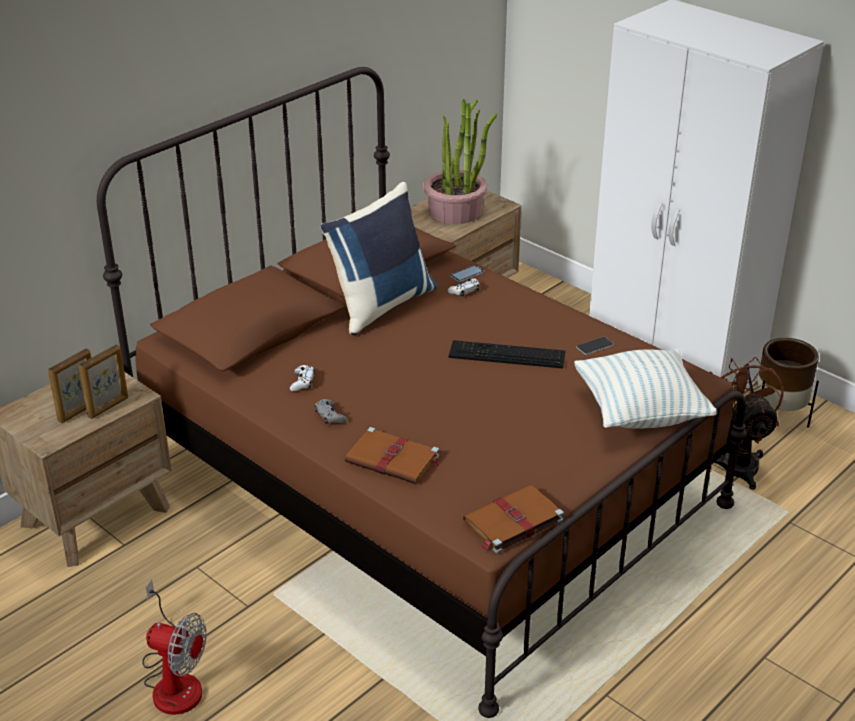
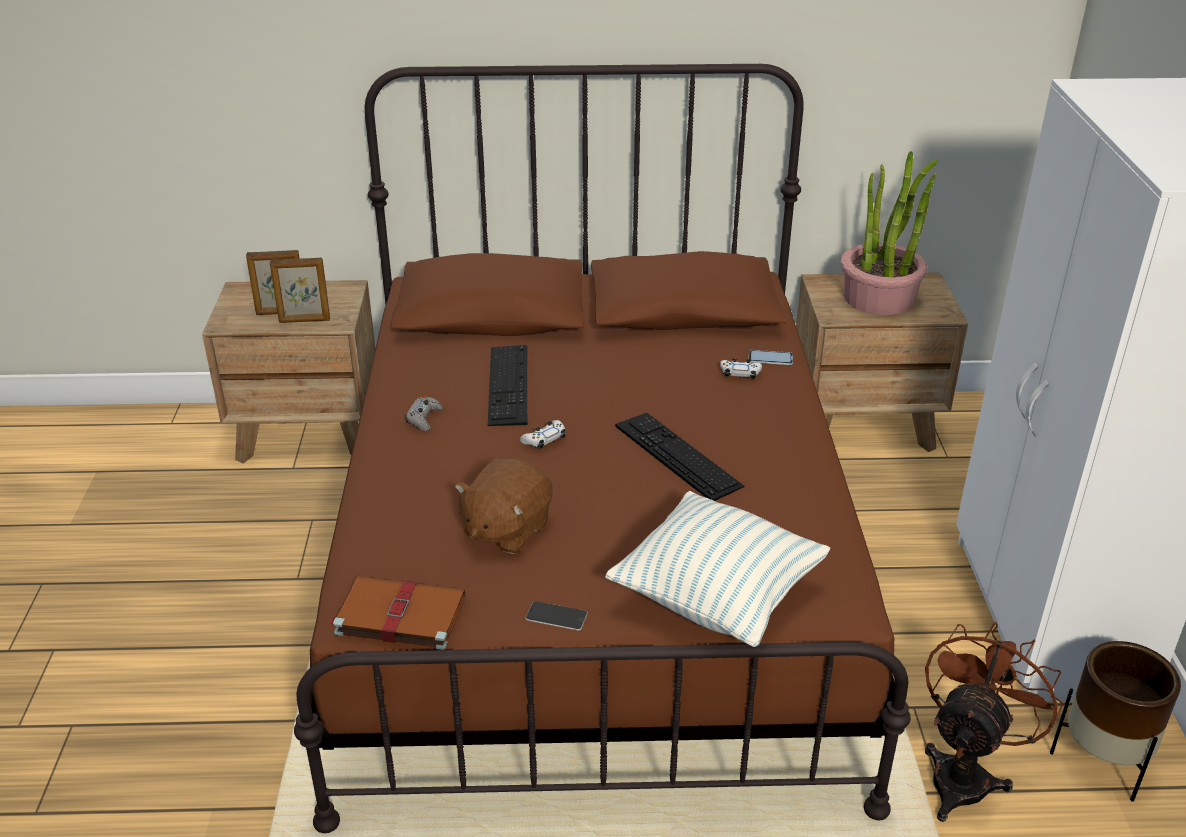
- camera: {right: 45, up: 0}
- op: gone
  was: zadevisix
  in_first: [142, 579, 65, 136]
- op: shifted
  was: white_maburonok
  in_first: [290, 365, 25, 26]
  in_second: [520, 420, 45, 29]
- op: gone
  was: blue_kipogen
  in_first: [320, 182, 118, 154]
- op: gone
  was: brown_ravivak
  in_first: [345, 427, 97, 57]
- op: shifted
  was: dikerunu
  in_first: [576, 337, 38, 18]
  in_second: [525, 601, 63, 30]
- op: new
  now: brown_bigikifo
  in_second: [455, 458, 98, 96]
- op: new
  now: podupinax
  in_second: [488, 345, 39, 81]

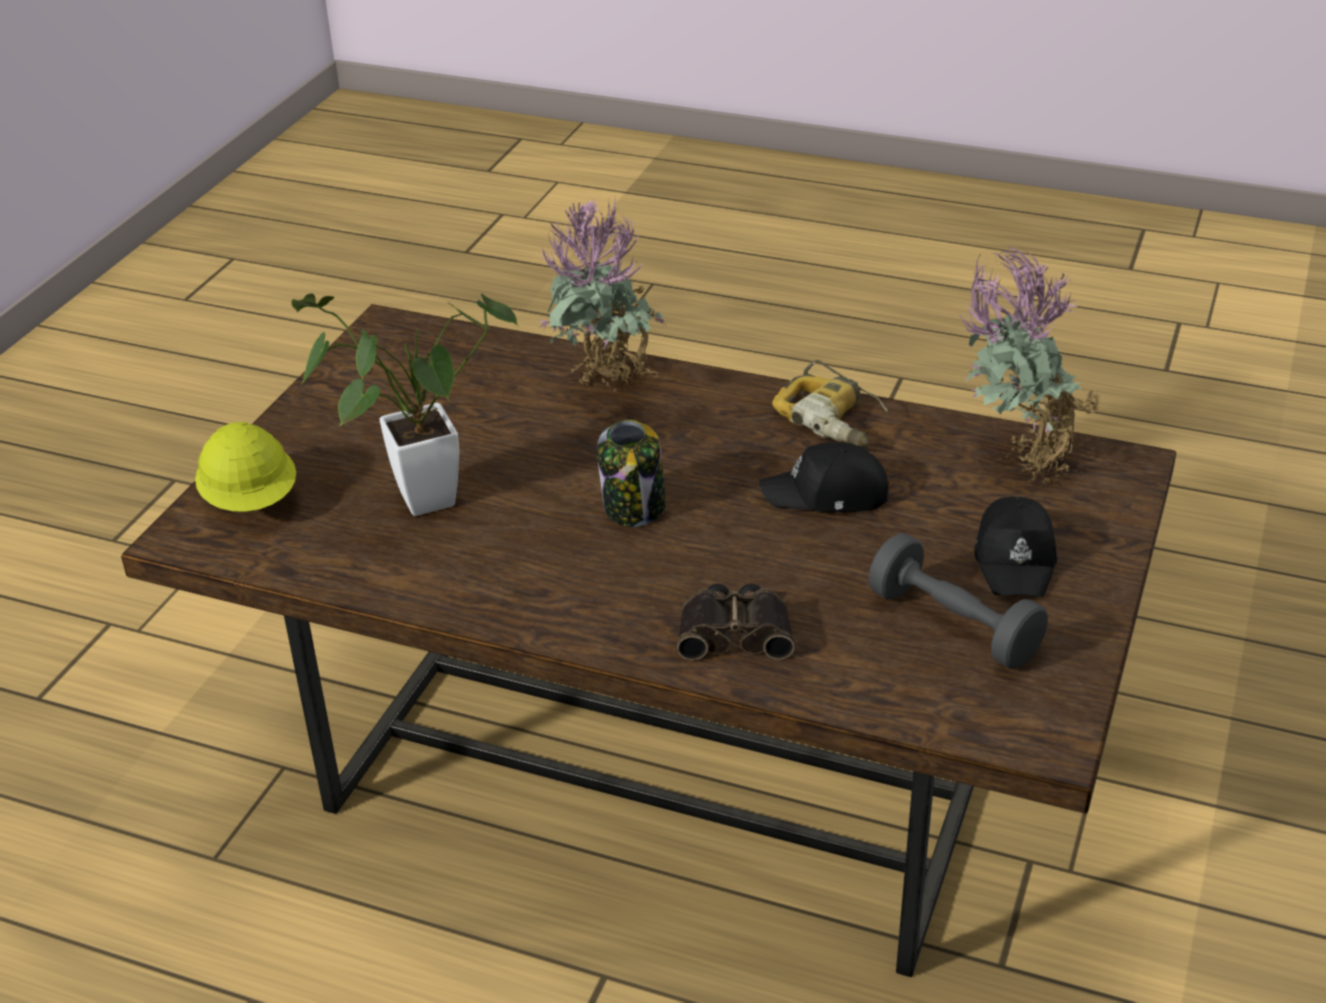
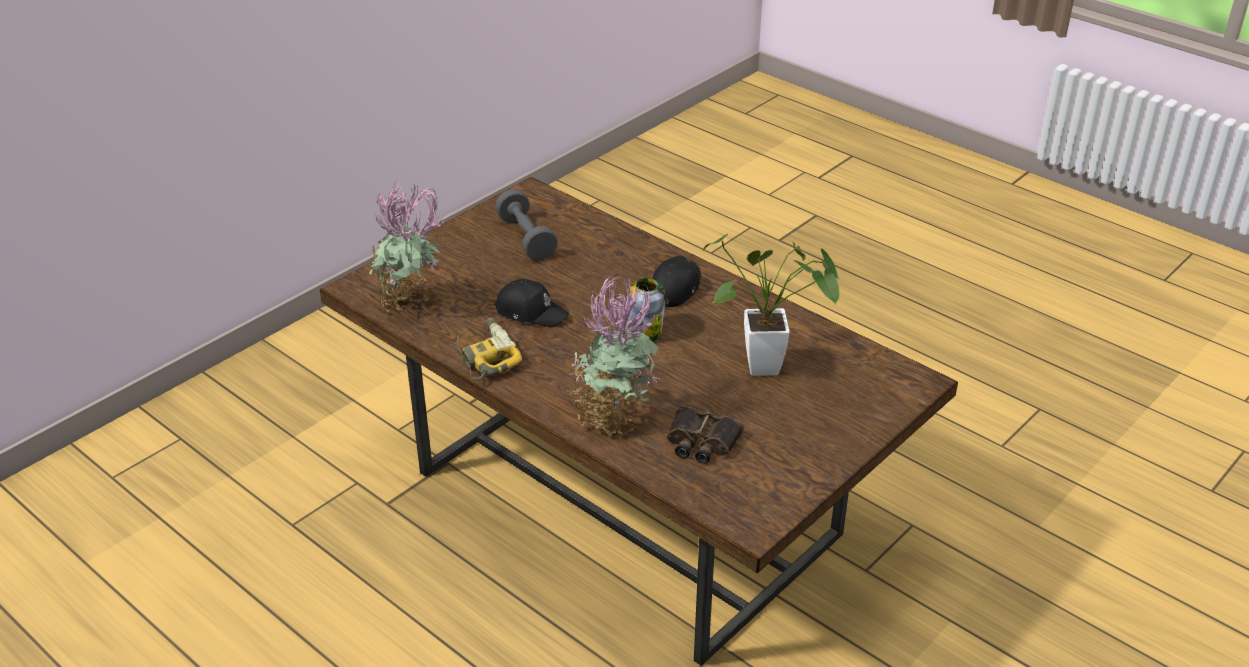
- camera: {right: -160, up: 0}
- op: gone
  was: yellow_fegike
  in_first: [195, 422, 101, 90]
- op: shifted
  was: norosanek
  in_first: [677, 584, 118, 76]
  in_second: [667, 406, 77, 58]
- op: shifted
  was: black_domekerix
  in_first: [975, 497, 82, 100]
  in_second: [652, 256, 49, 52]

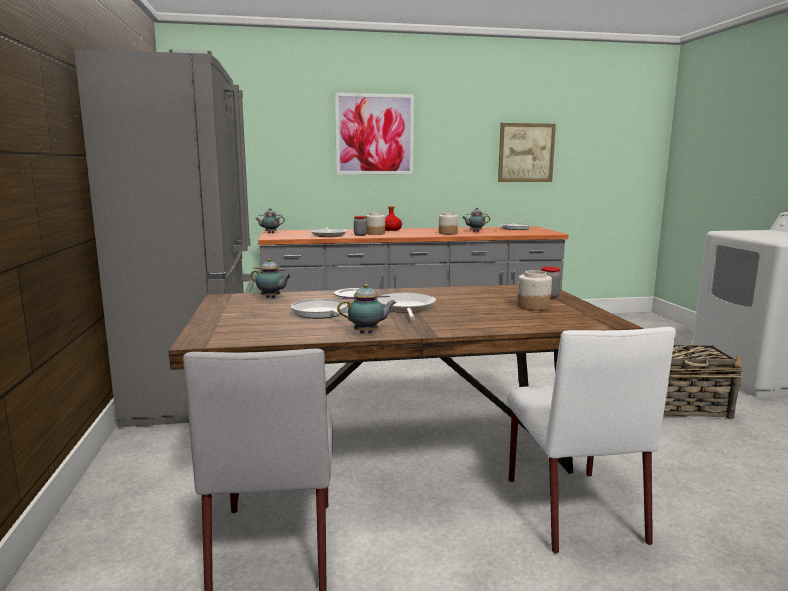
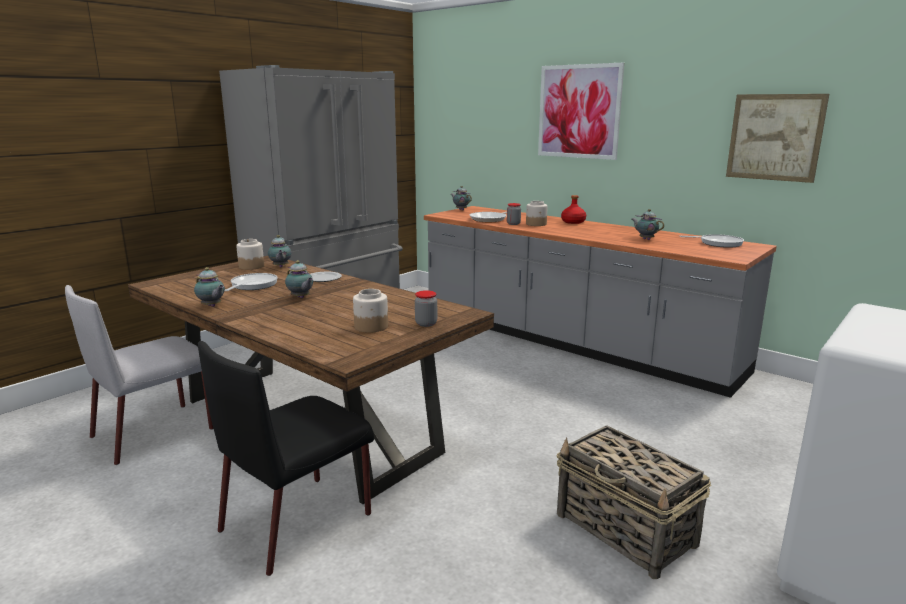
- camera: {right: 50, up: 5}
- op: swapped
  was: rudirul
  now: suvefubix
  in_first: [377, 293, 59, 27]
  in_second: [285, 260, 28, 38]
- op: shifted
  was: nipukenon
  in_first: [439, 212, 19, 22]
  in_second: [236, 239, 28, 31]
- op: repainted
  was: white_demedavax
  now: black_demedavax
  in_first: [507, 327, 169, 227]
  in_second: [198, 341, 176, 235]

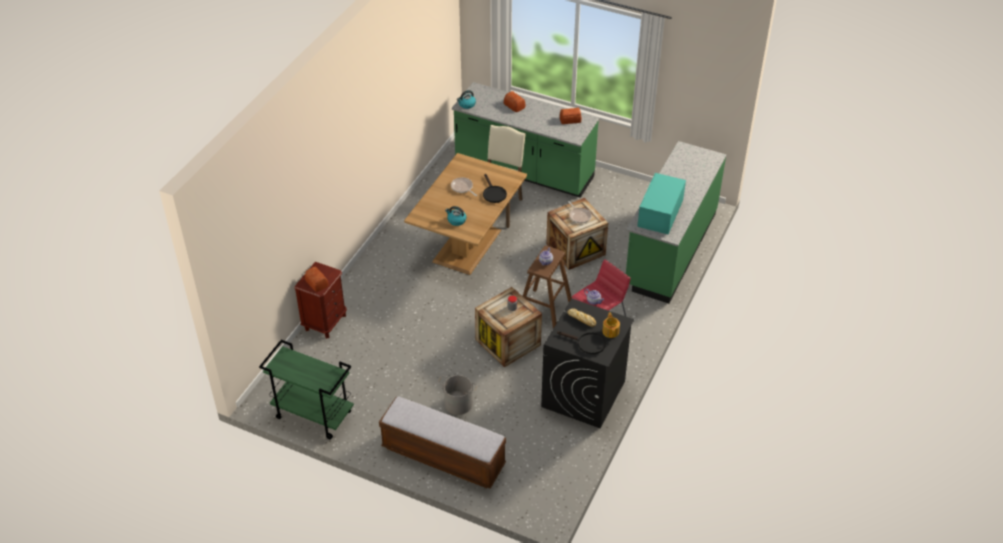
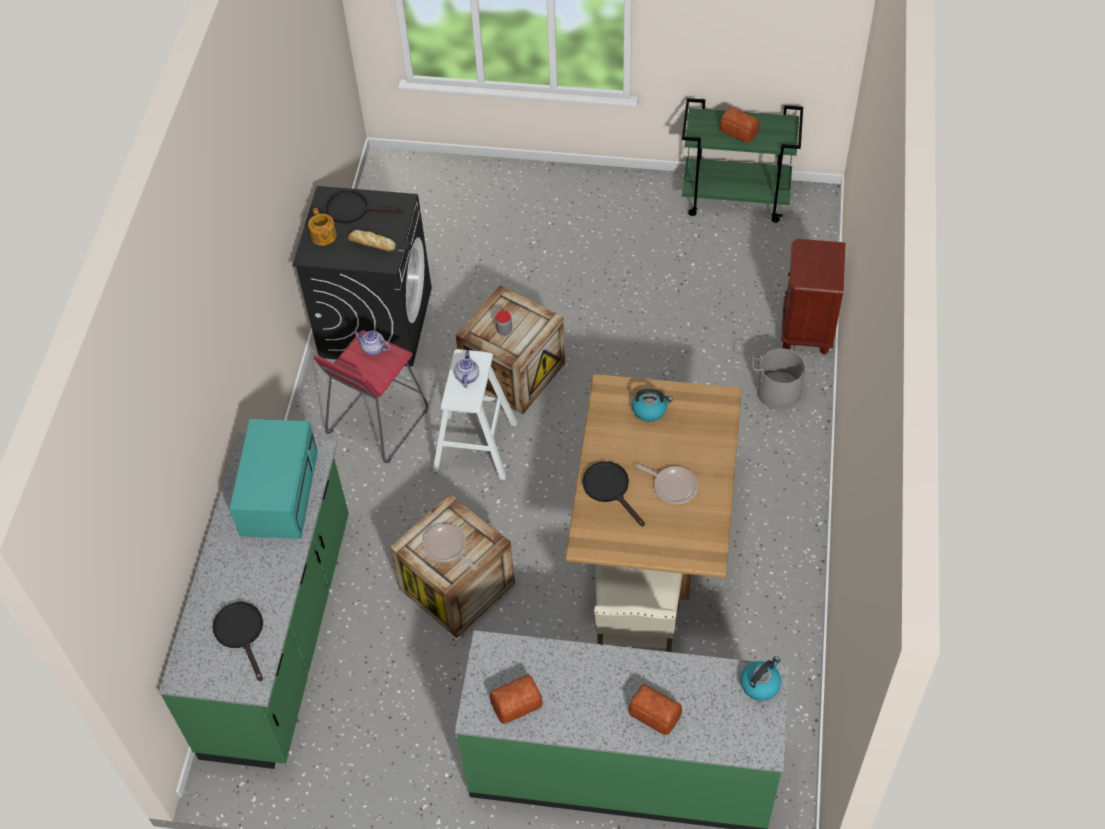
- camera: {right: 165, up: 10}
- op: shifted
  was: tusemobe
  in_first: [305, 267, 24, 25]
  in_second: [720, 107, 39, 36]
- op: gone
  was: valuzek
  in_first: [379, 397, 127, 92]
- op: shifted
  was: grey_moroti
  in_first: [438, 375, 40, 40]
  in_second: [752, 348, 63, 62]
- op: repainted
  was: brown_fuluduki
  now: white_fuluduki
  in_first: [523, 246, 49, 82]
  in_second: [433, 349, 84, 131]
- op: new
  now: black_rudirul
  in_second: [212, 602, 51, 79]

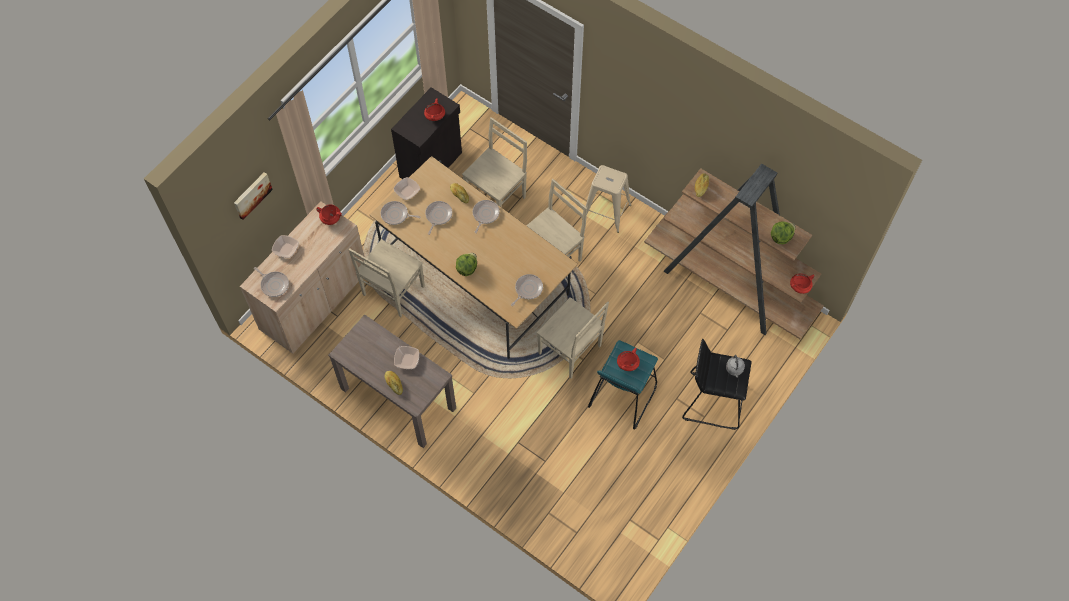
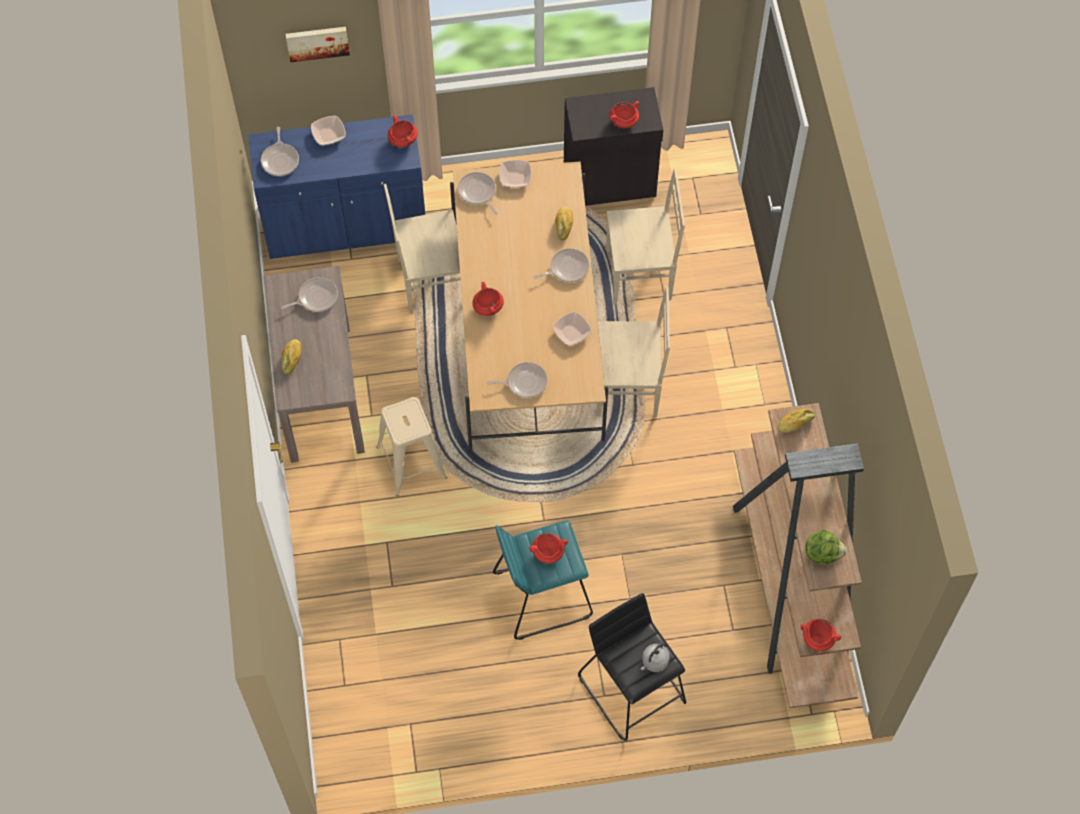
- camera: {right: 45, up: 0}
- op: repainted
  was: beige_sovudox
  now: blue_sovudox
  in_first: [240, 201, 124, 153]
  in_second: [248, 114, 177, 145]
- op: shifted
  was: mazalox
  in_first: [394, 346, 25, 23]
  in_second: [553, 312, 39, 34]
- op: shifted
  was: rudirul
  in_first: [425, 201, 27, 34]
  in_second: [281, 277, 57, 35]
- op: swapped
  was: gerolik
  now: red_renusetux
  in_first: [456, 253, 21, 23]
  in_second: [472, 282, 32, 34]
- op: gone
  was: beige_demedavax
  in_first: [537, 297, 72, 82]
- op: shifted
  was: beige_fuluduki
  in_first: [586, 165, 45, 68]
  in_second: [376, 397, 71, 99]

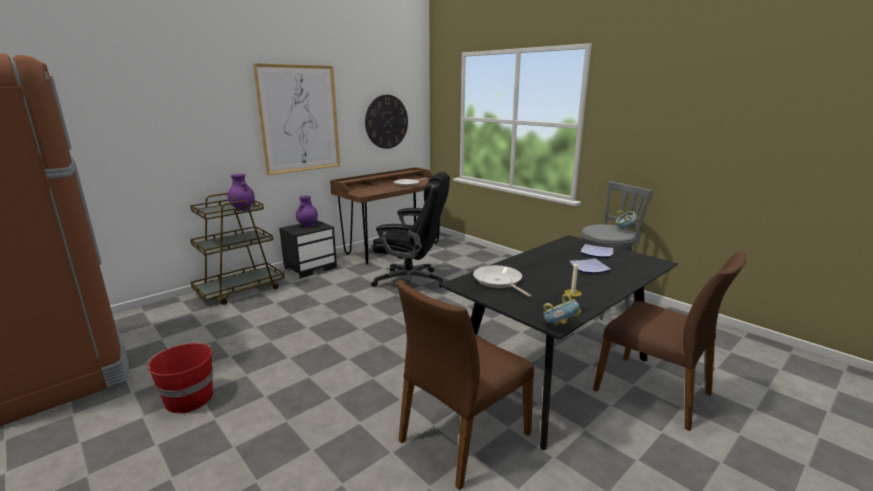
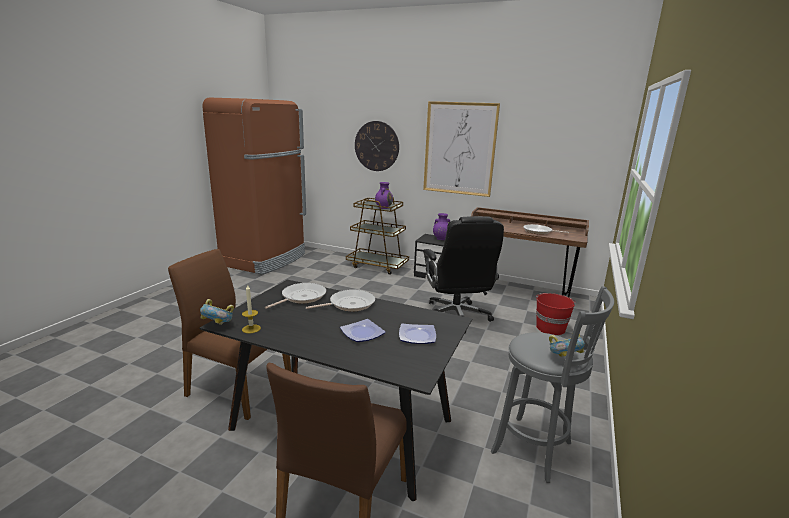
- camera: {right: 65, up: 0}
- op: shifted
  was: red_moroti
  in_first: [146, 342, 67, 71]
  in_second: [536, 293, 40, 42]
- op: shifted
  was: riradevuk
  in_first: [365, 95, 43, 54]
  in_second: [355, 121, 44, 50]
- op: new
  now: rudirul
  in_second: [306, 289, 69, 22]

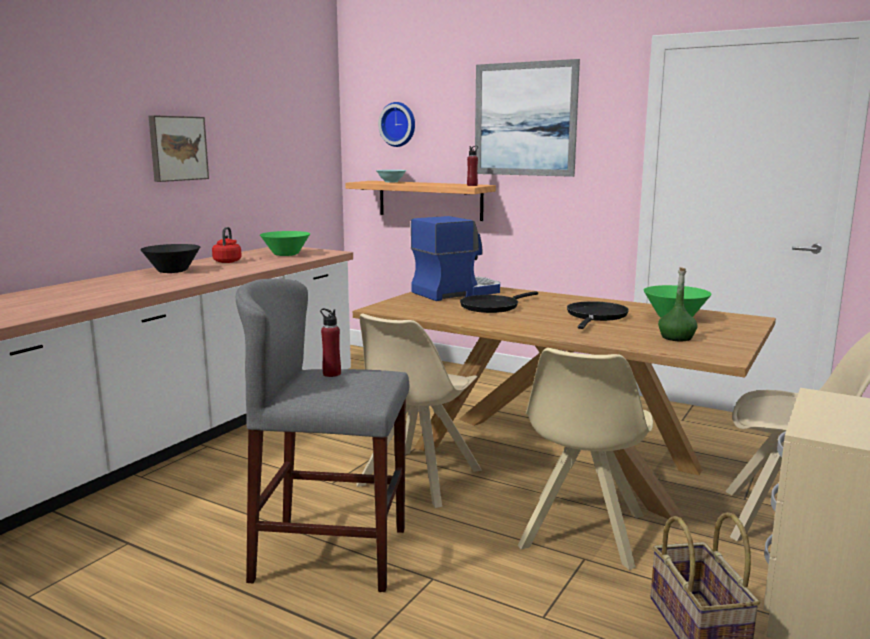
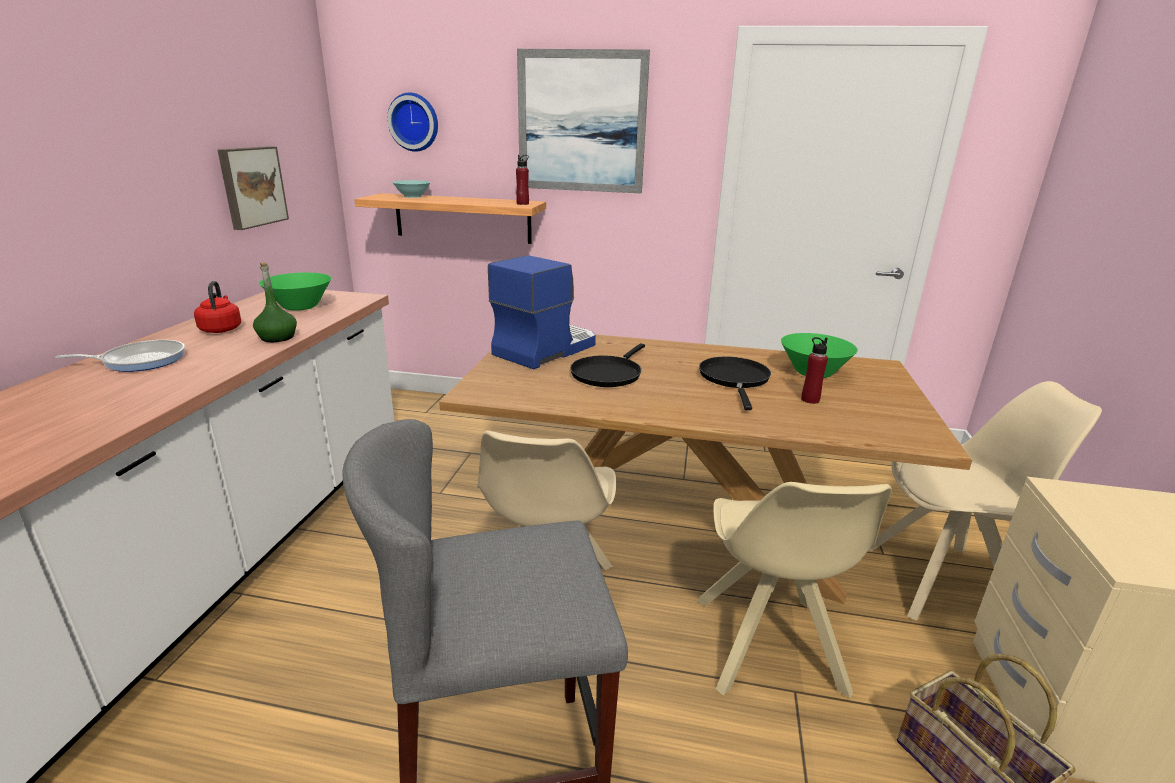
- camera: {right: -20, up: 10}
- op: swapped
  was: black_mazalox
  now: rudirul
  in_first: [140, 244, 60, 29]
  in_second: [55, 340, 130, 32]
- op: shifted
  was: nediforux
  in_first: [149, 115, 60, 67]
  in_second: [218, 146, 71, 84]
- op: shifted
  was: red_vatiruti
  in_first: [320, 309, 21, 68]
  in_second: [801, 337, 27, 67]
- op: shifted
  was: green_vatiruti
  in_first: [658, 267, 39, 74]
  in_second: [253, 262, 44, 80]

